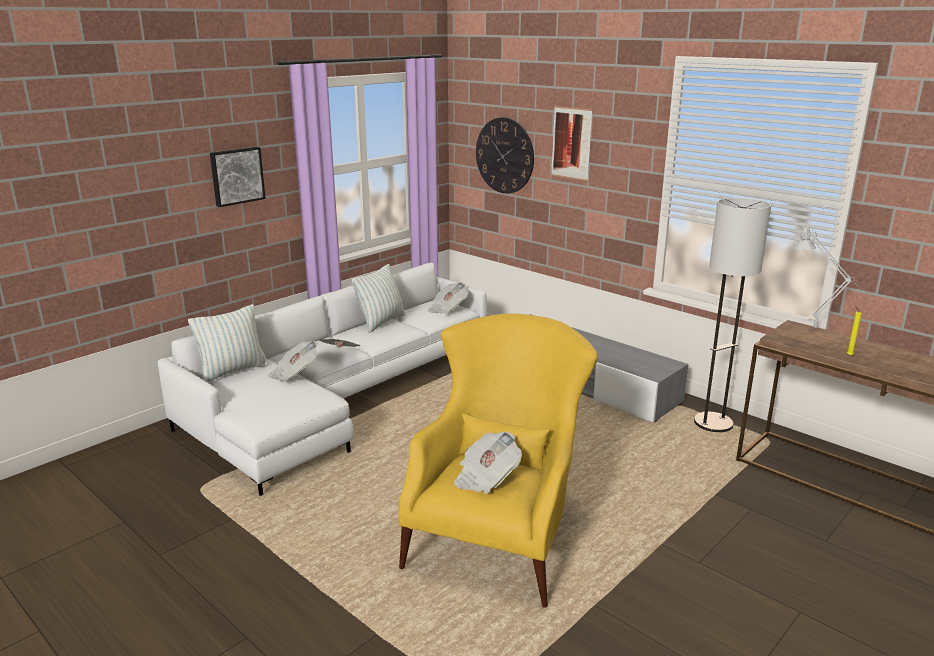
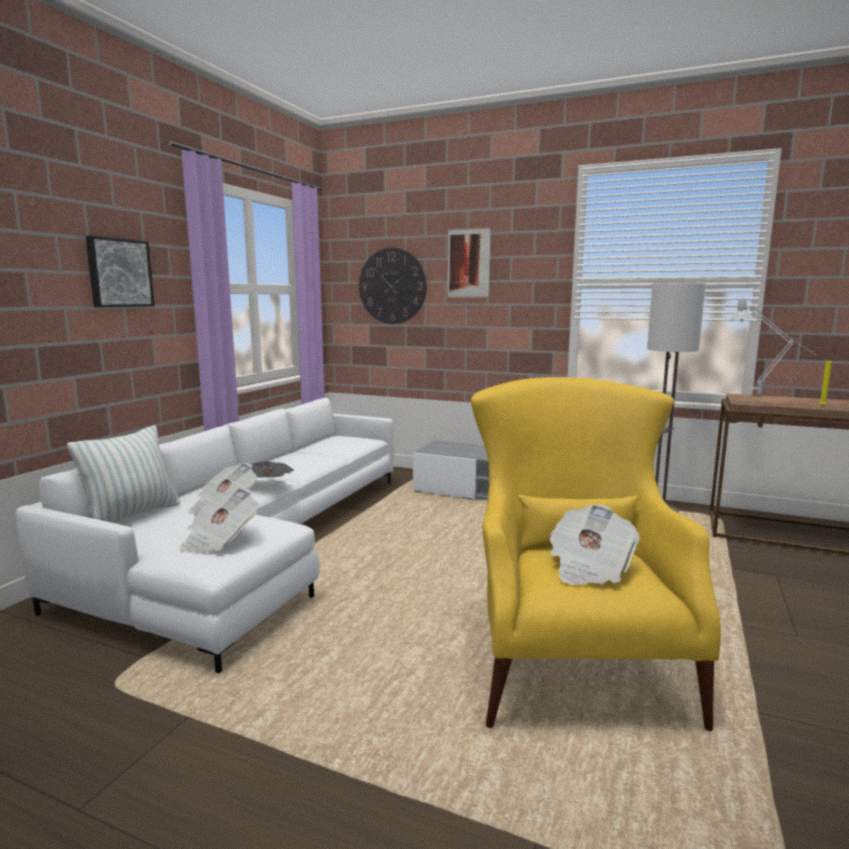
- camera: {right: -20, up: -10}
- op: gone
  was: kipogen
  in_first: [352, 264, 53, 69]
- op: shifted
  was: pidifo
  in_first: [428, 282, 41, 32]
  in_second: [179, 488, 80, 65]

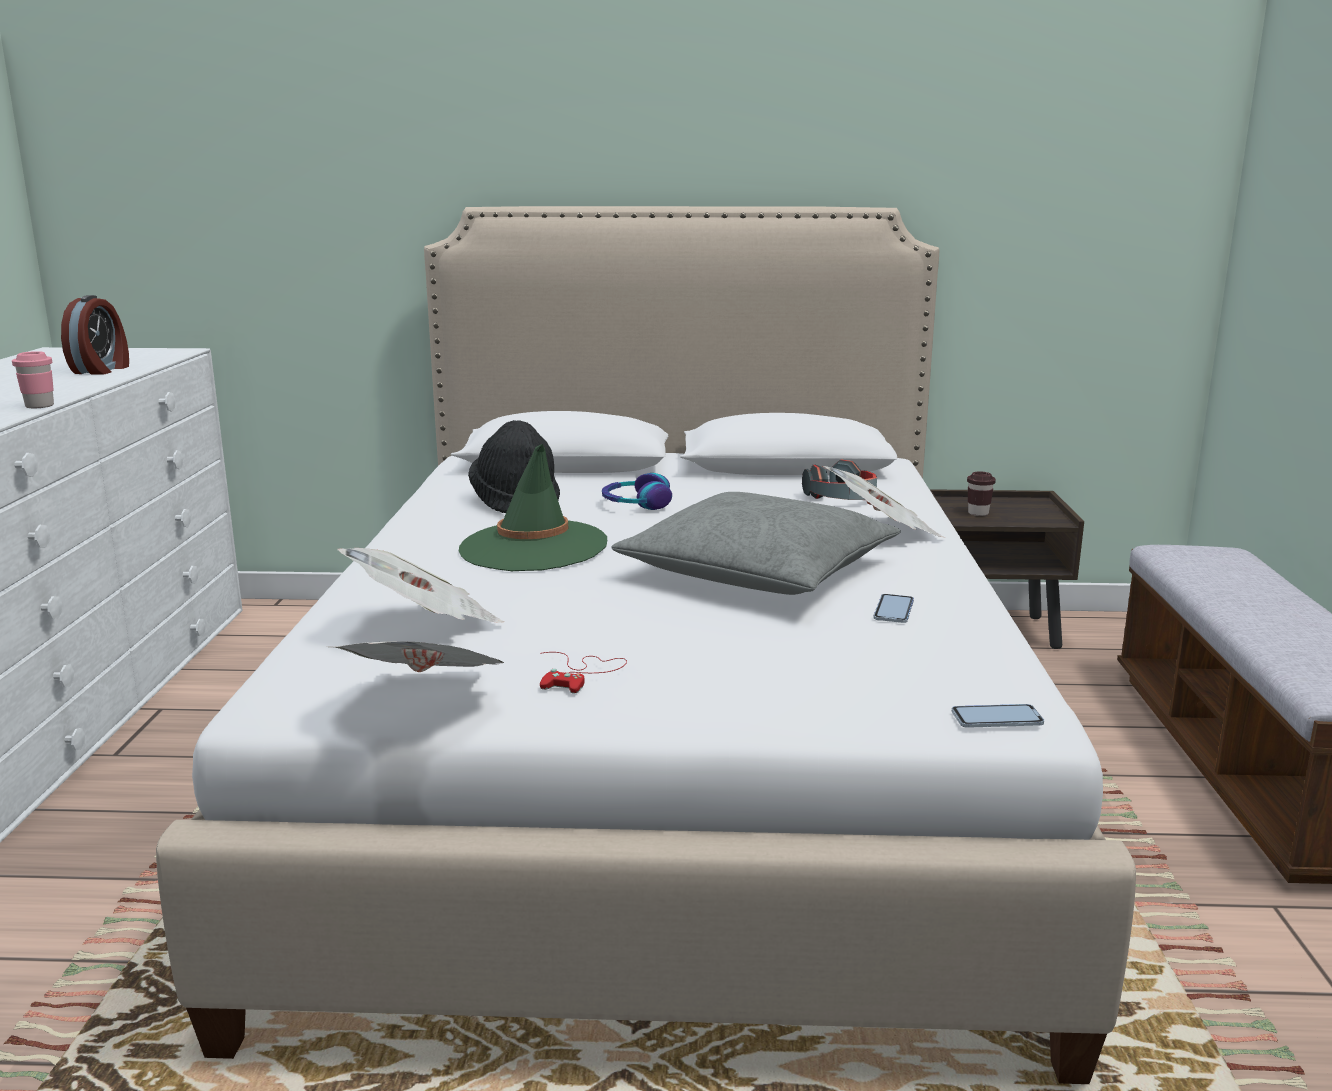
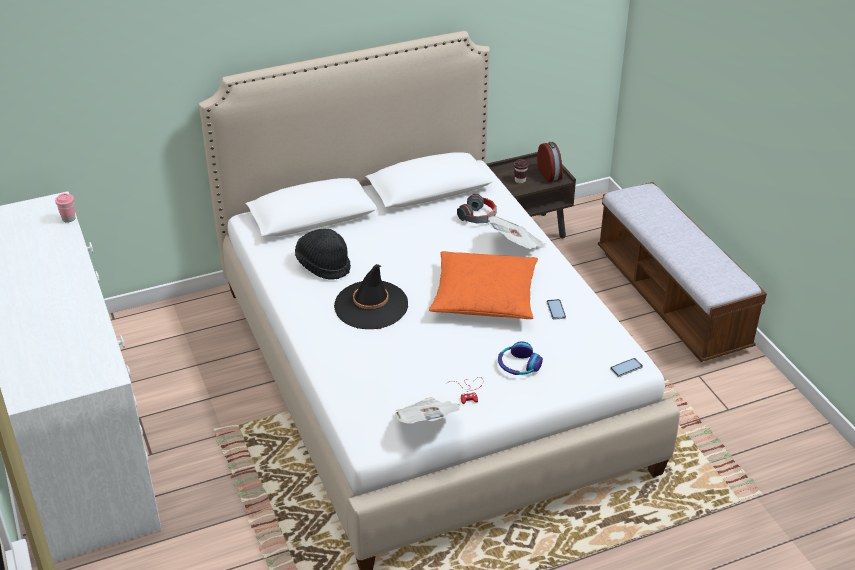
- camera: {right: -25, up: 20}
- op: shifted
  was: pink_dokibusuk
  in_first: [12, 351, 42, 57]
  in_second: [55, 193, 20, 30]
- op: shifted
  was: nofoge
  in_first: [61, 295, 68, 80]
  in_second: [537, 142, 26, 40]
- op: gone
  was: pidifo
  in_first: [337, 548, 168, 75]
- op: repainted
  was: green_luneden
  now: black_luneden
  in_first: [459, 444, 148, 127]
  in_second: [334, 264, 74, 65]
- op: shifted
  was: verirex
  in_first: [602, 473, 70, 37]
  in_second: [498, 342, 45, 33]
- op: repainted
  was: grey_kipogen
  now: orange_kipogen
  in_first: [612, 492, 289, 103]
  in_second: [429, 251, 109, 68]

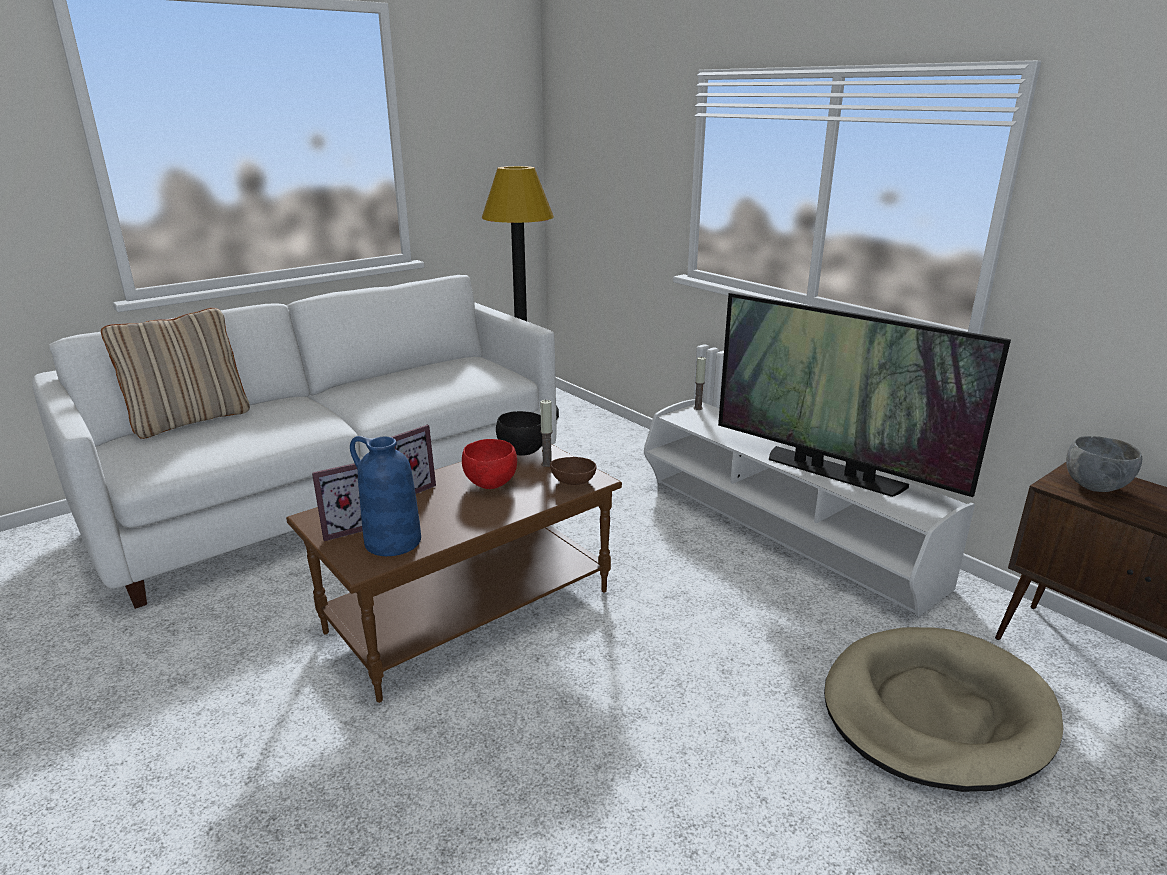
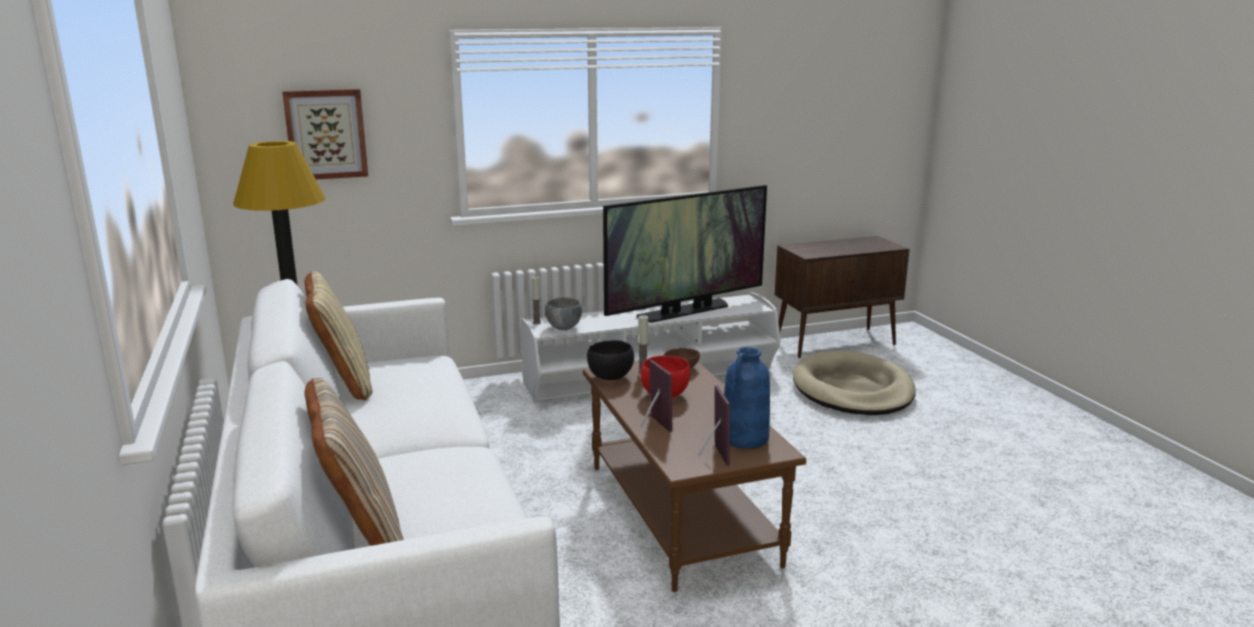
- camera: {right: -70, up: -5}
- op: shifted
  was: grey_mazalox
  in_first: [1066, 436, 76, 56]
  in_second: [545, 297, 37, 33]
- op: new
  now: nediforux
  in_second: [282, 89, 86, 90]
- op: new
  now: beige_kipogen
  in_second: [304, 271, 68, 129]

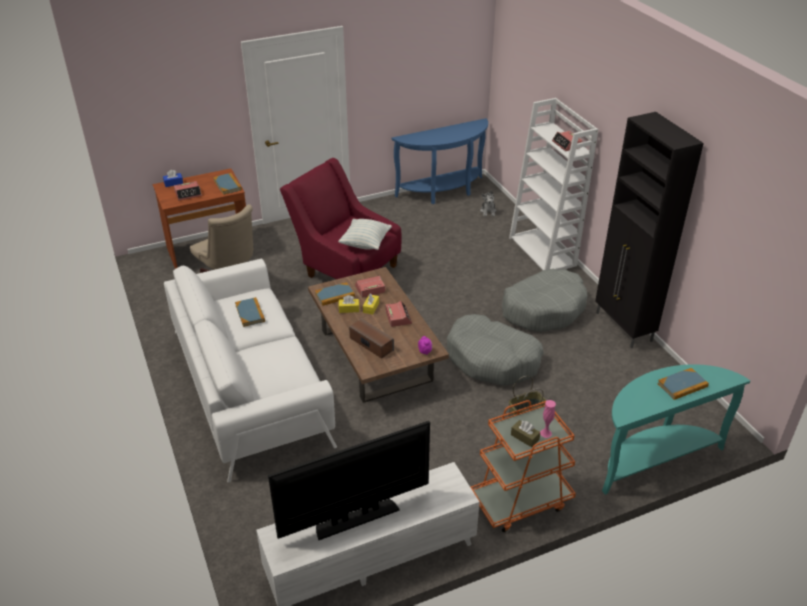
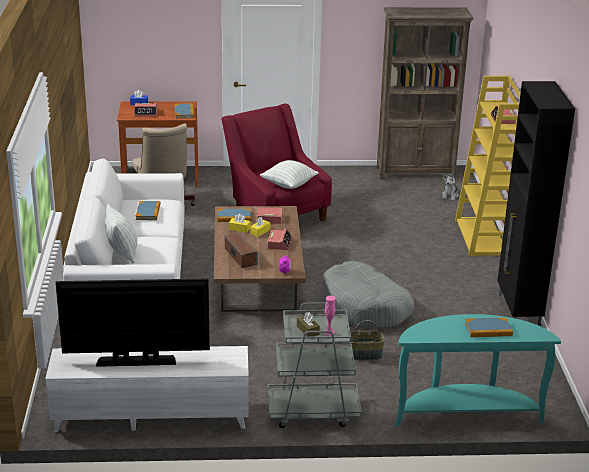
- camera: {right: 20, up: -10}
- op: swapped
  was: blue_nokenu
  now: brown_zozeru
  in_first: [392, 118, 96, 86]
  in_second: [377, 7, 97, 172]
- op: repainted
  was: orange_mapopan
  now: grey_mapopan
  in_first: [471, 400, 105, 132]
  in_second: [268, 302, 94, 126]
- op: gone
  was: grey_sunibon
  in_first: [502, 269, 86, 63]
- op: repainted
  was: white_zozeru
  now: yellow_zozeru
  in_first: [509, 98, 89, 172]
  in_second: [455, 76, 65, 180]
- op: new
  now: kipogen
  in_second: [105, 204, 32, 59]

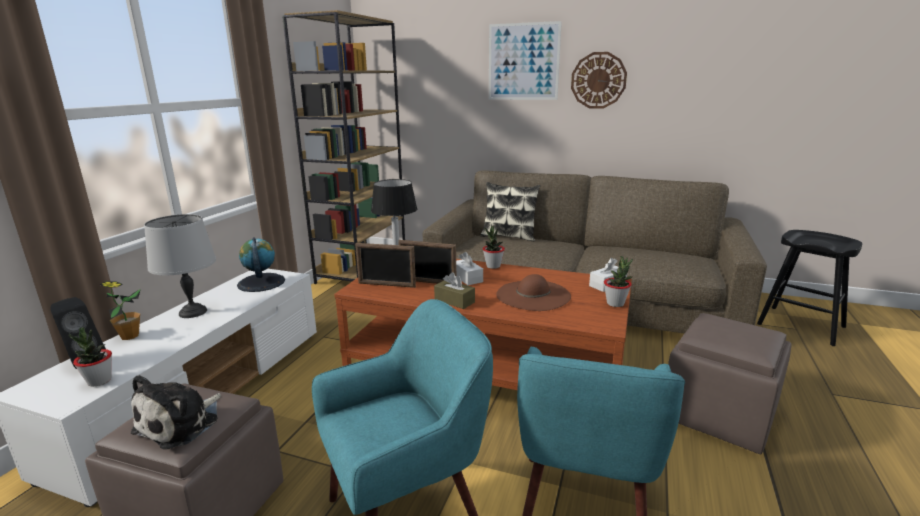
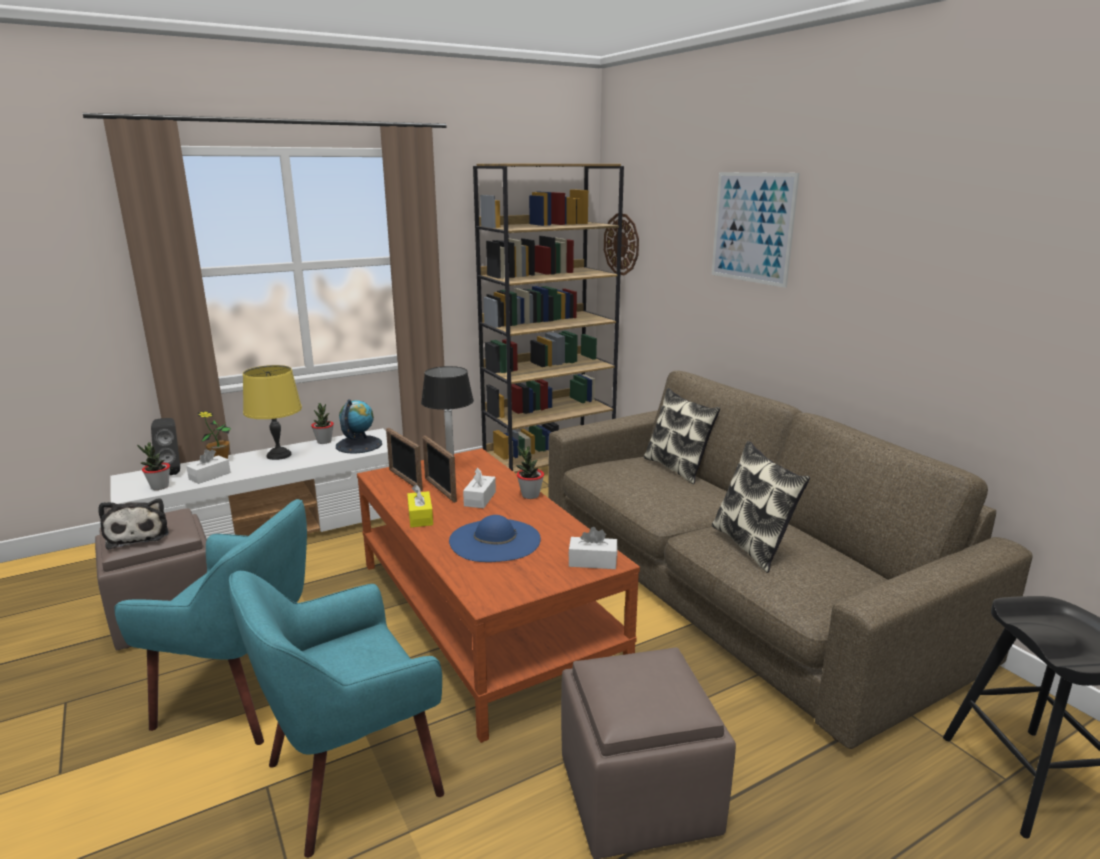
- camera: {right: 40, up: 0}
- op: rotated
  was: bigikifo
  in_first: [131, 375, 90, 74]
  in_second: [98, 498, 71, 52]
  clockwise: -90
- op: repainted
  was: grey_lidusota
  now: yellow_lidusota
  in_first: [144, 214, 72, 104]
  in_second: [243, 365, 59, 95]
- op: repainted
  was: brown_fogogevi
  now: yellow_fogogevi
  in_first: [434, 272, 41, 37]
  in_second: [407, 485, 26, 43]
- op: repainted
  was: brown_luneden
  now: blue_luneden
  in_first: [496, 274, 75, 37]
  in_second: [449, 515, 92, 47]
- op: shifted
  was: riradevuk
  in_first: [571, 52, 56, 57]
  in_second: [604, 213, 35, 62]
- op: shifted
  was: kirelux
  in_first: [604, 256, 29, 51]
  in_second: [311, 403, 23, 41]
- op: new
  now: white_fogogevi
  in_second: [186, 449, 45, 35]
- op: new
  now: kipogen
  in_second: [712, 441, 98, 132]

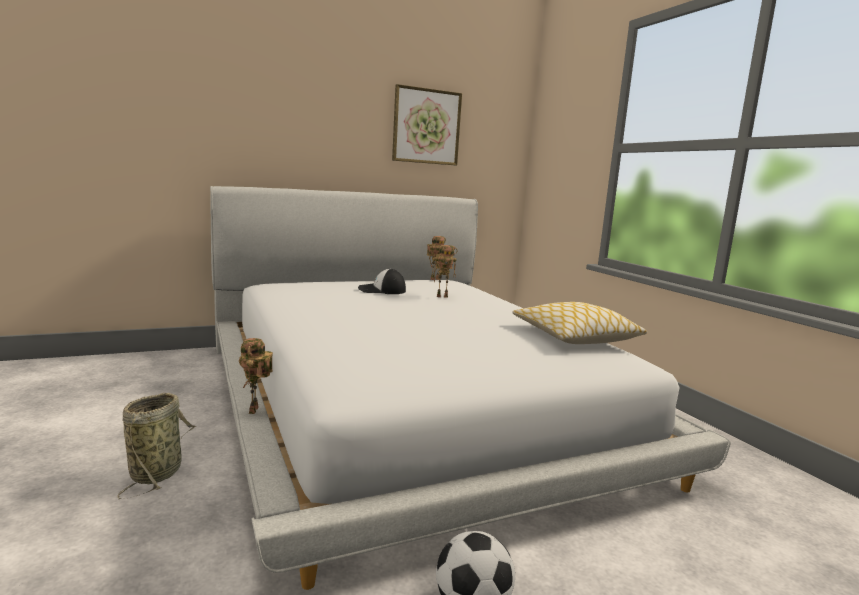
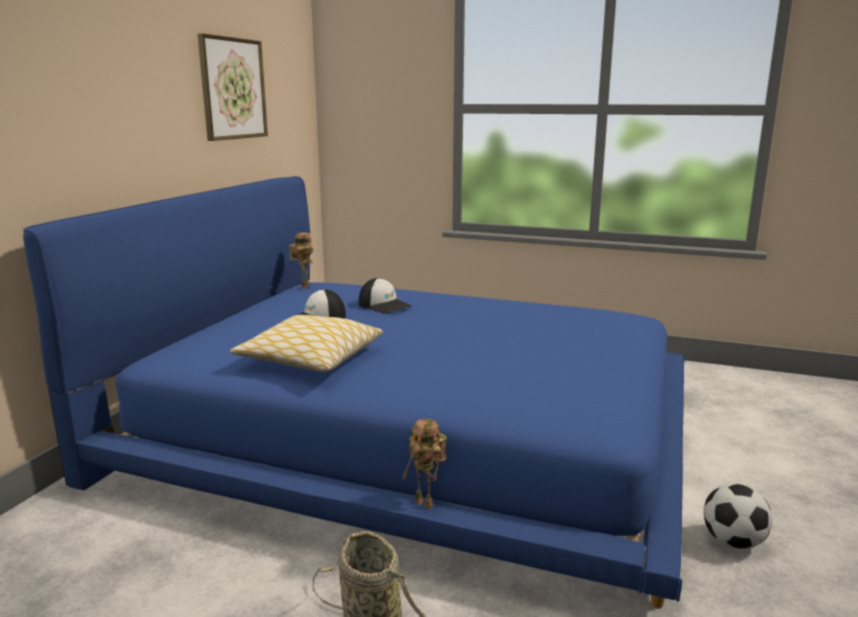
- camera: {right: -45, up: 5}
- op: repainted
  was: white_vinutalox
  now: blue_vinutalox
  in_first: [210, 186, 521, 404]
  in_second: [23, 176, 662, 433]
- op: swapped
  was: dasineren
  now: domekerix
  in_first: [434, 245, 24, 53]
  in_second: [359, 278, 53, 36]
- op: shifted
  was: kipogen
  in_first: [512, 302, 135, 42]
  in_second: [230, 315, 153, 57]

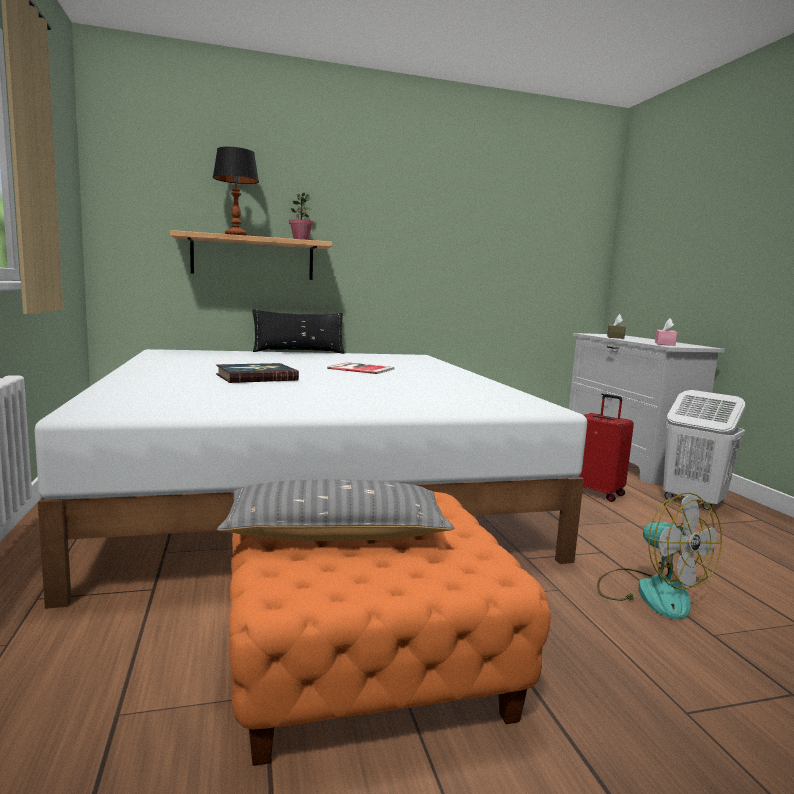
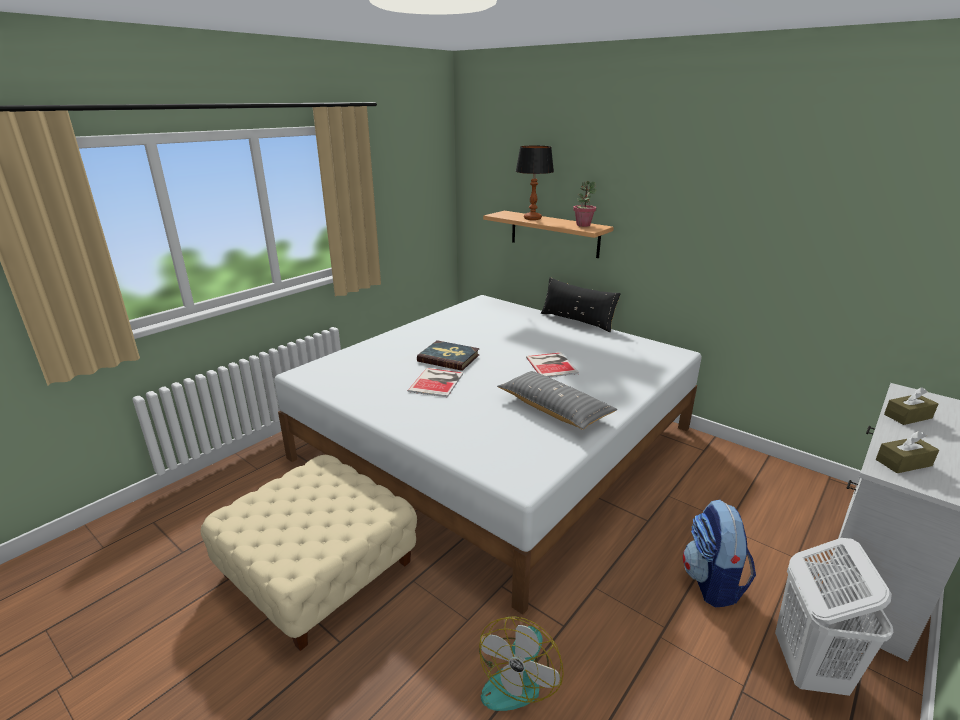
- camera: {right: 55, up: 15}
- op: shifted
  was: grey_kipogen
  in_first: [217, 479, 238, 62]
  in_second: [497, 371, 120, 59]
- op: repainted
  was: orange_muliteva
  now: beige_muliteva
  in_first: [229, 492, 322, 274]
  in_second: [201, 455, 216, 196]
- op: swapped
  was: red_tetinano
  now: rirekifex
  in_first: [579, 394, 55, 108]
  in_second: [683, 500, 73, 107]
- op: repainted
  was: pink_fogogevi
  now: brown_fogogevi
  in_first: [655, 318, 22, 28]
  in_second: [876, 431, 63, 42]
- op: new
  now: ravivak
  in_second: [408, 368, 55, 29]

